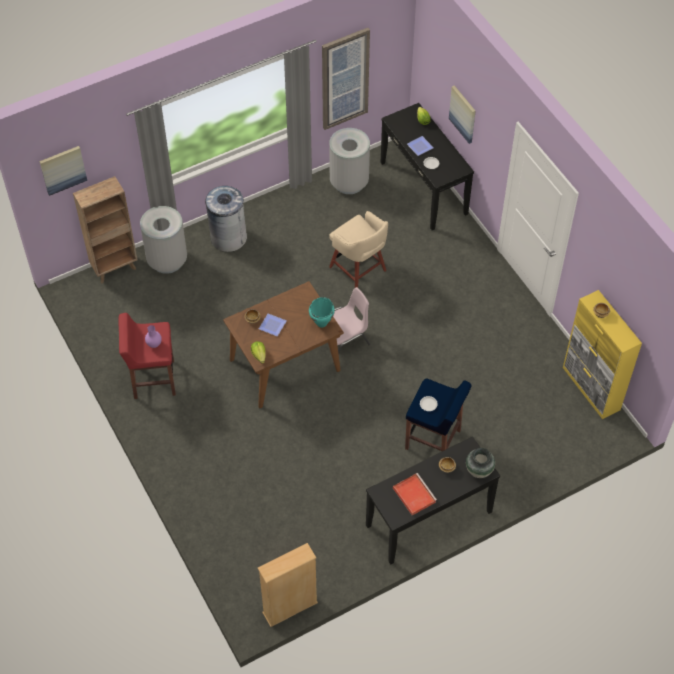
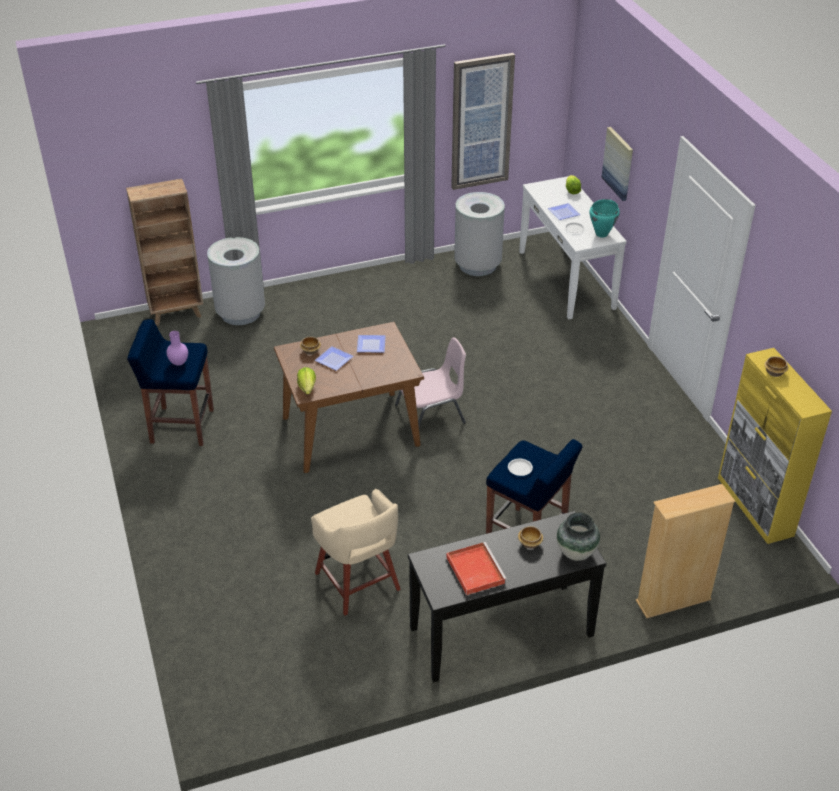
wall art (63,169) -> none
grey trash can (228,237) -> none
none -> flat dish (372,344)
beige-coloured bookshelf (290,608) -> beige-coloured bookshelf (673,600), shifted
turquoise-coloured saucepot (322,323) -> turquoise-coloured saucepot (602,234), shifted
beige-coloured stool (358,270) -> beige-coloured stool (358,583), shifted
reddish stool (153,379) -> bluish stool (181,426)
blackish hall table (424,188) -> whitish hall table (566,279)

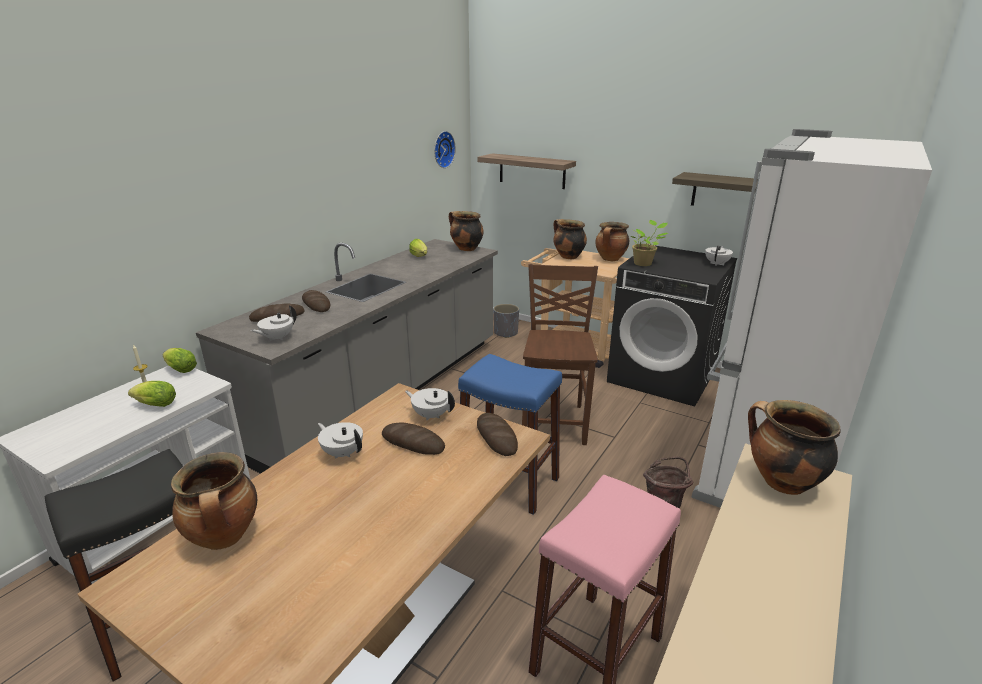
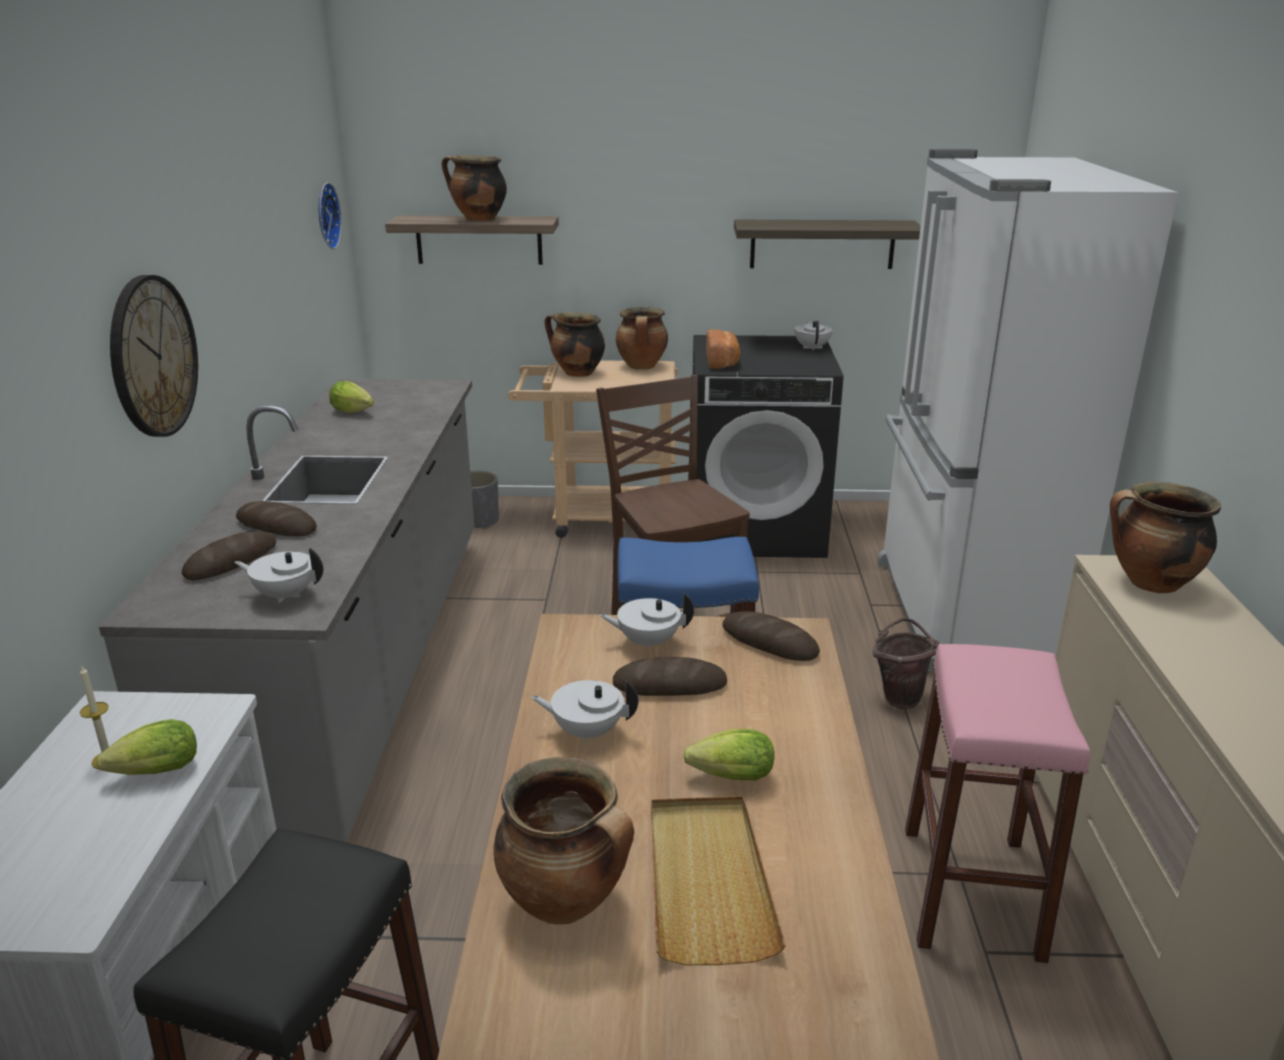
none -> wall clock (152,356)
none -> beige-coloured serving tray (707,880)
lettuce head (179,369) -> lettuce head (727,777), shifted
saucepot (466,249) -> saucepot (478,219), shifted
houseplant (644,263) -> baked bread (723,363)
whitish pot for tea (277,338) -> whitish pot for tea (285,595), 90 degrees clockwise

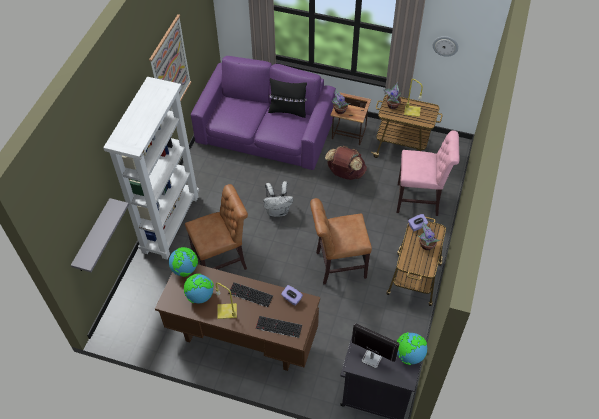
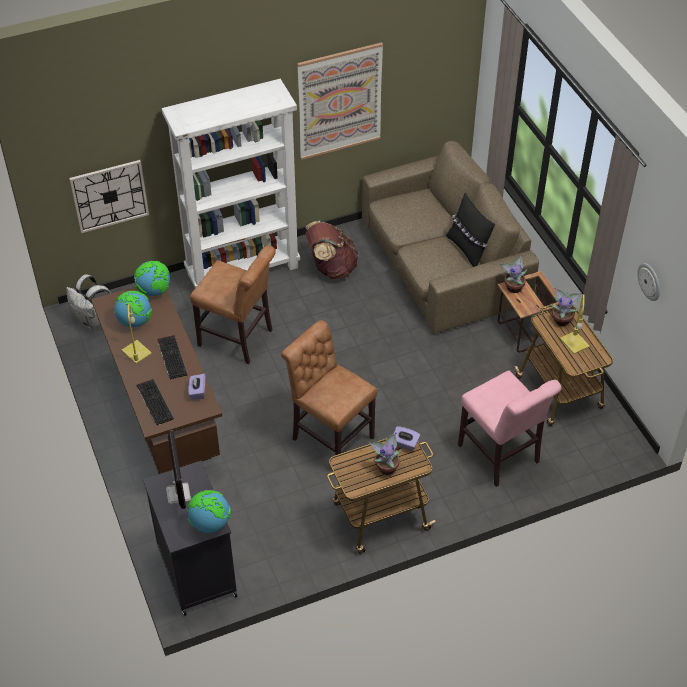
whitish knapsack (278,211) -> whitish knapsack (92,320), shifted
brownish knapsack (345,174) -> brownish knapsack (331,268), shifted
grey bracket shelf (93,237) -> wall clock (109,196)
purplish sofa (265,132) -> brownish sofa (443,262)

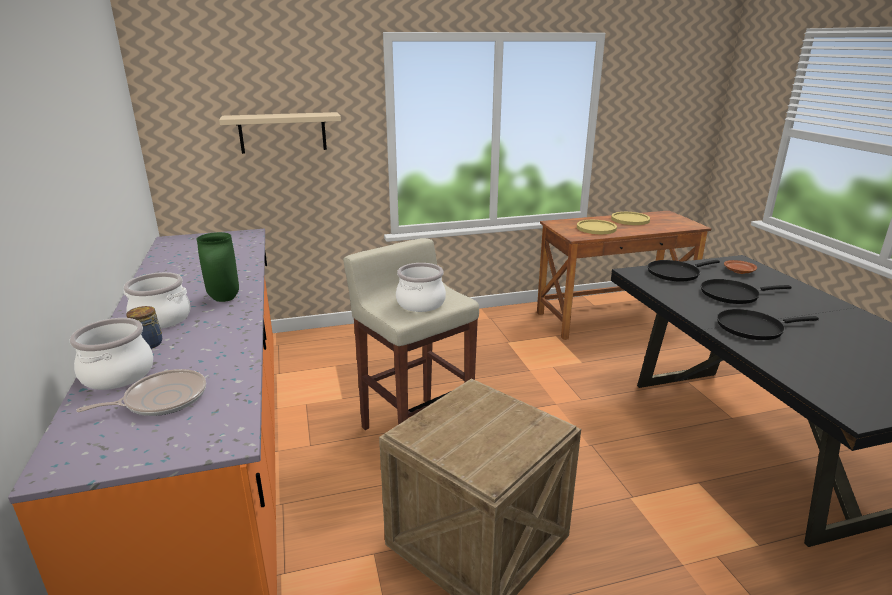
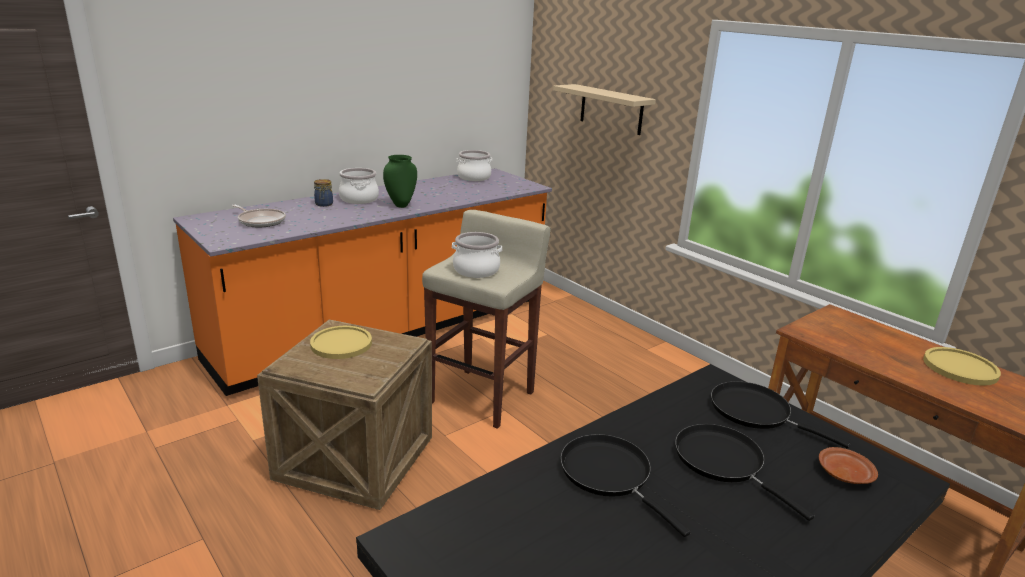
saucepot (118,374) -> saucepot (474,177), shifted
yellow flat dish (596,228) -> yellow flat dish (341,344), shifted

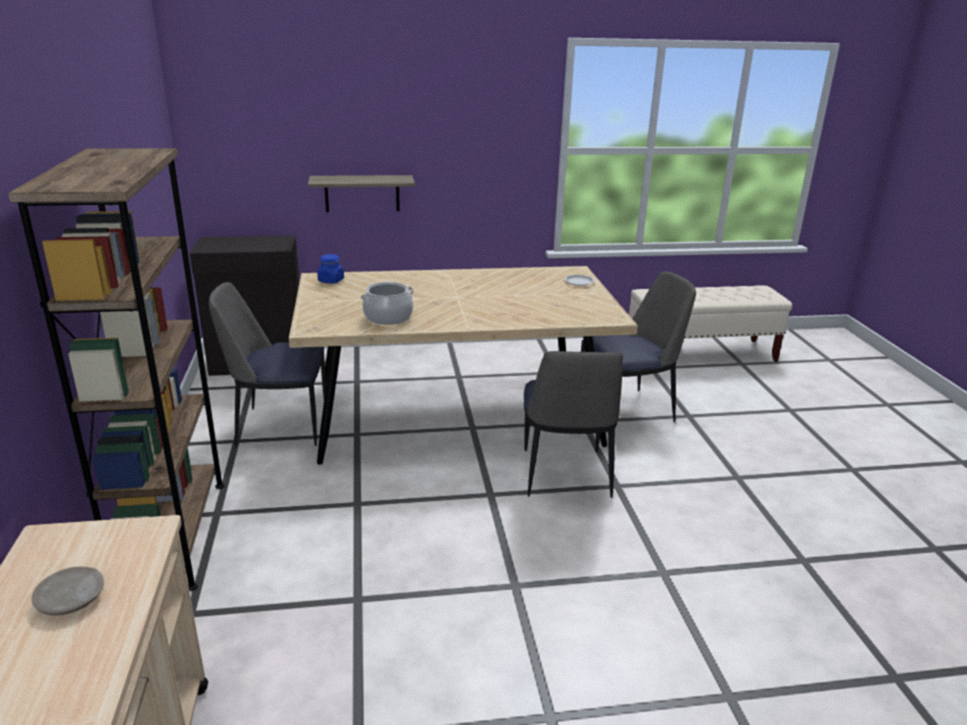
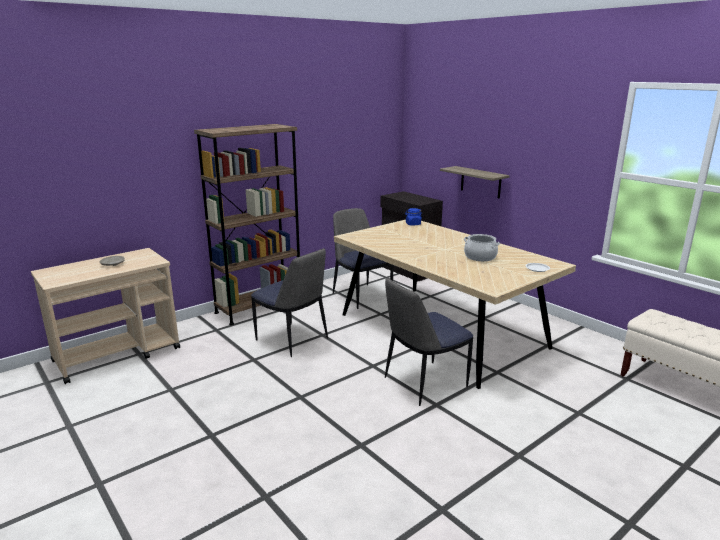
saucepot (388,317) -> saucepot (480,257), shifted
upright chair (628,411) -> upright chair (293,340), shifted

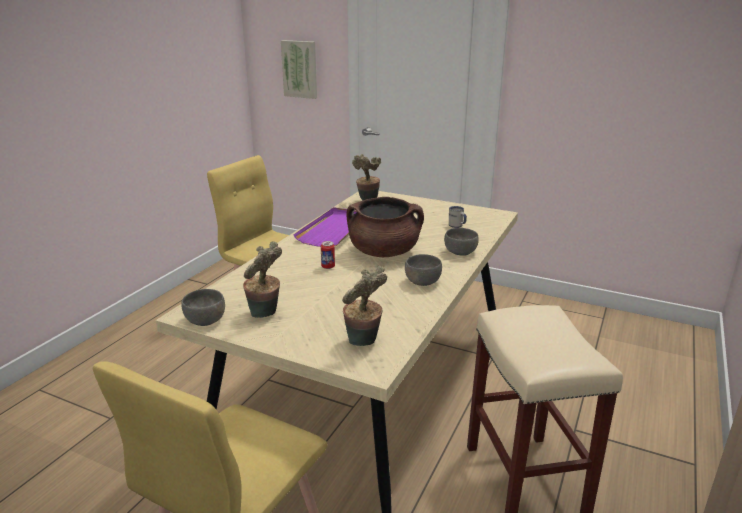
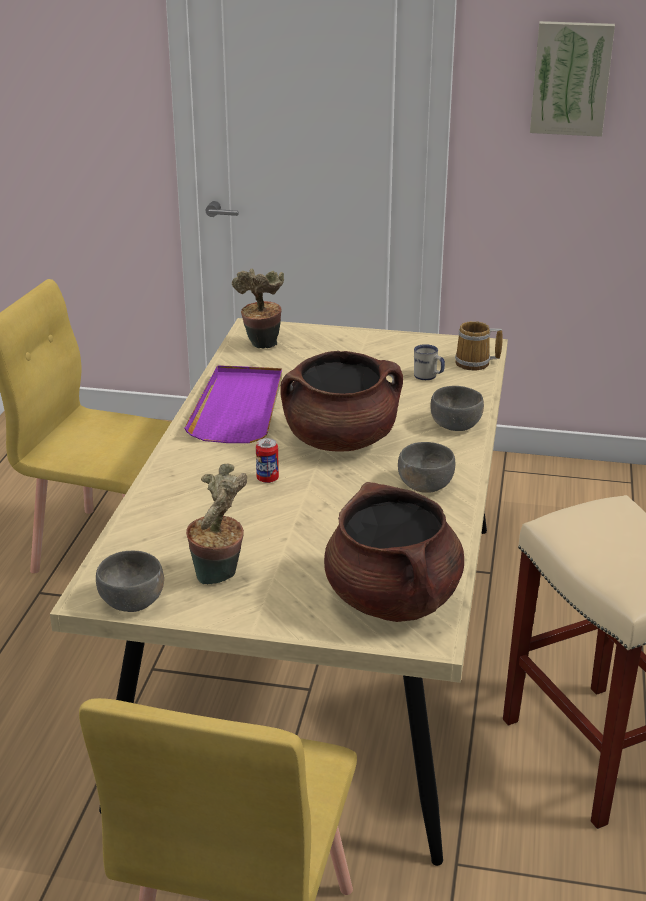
none -> coffee mug (475,363)
wall art (300,69) -> wall art (571,78), shifted
houseplant (364,342) -> brownish saucepot (393,599)

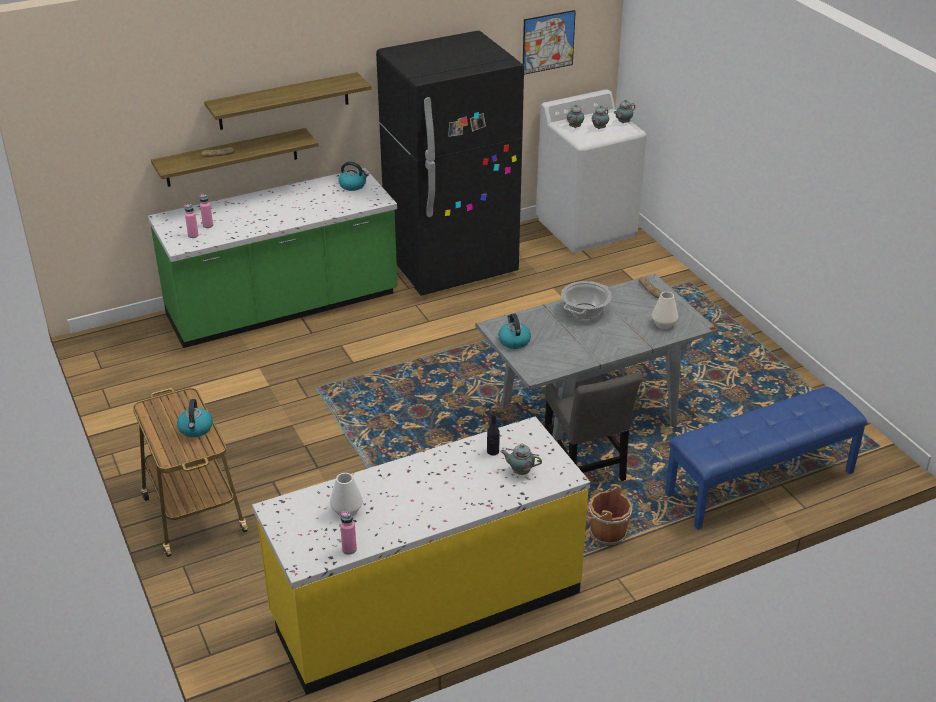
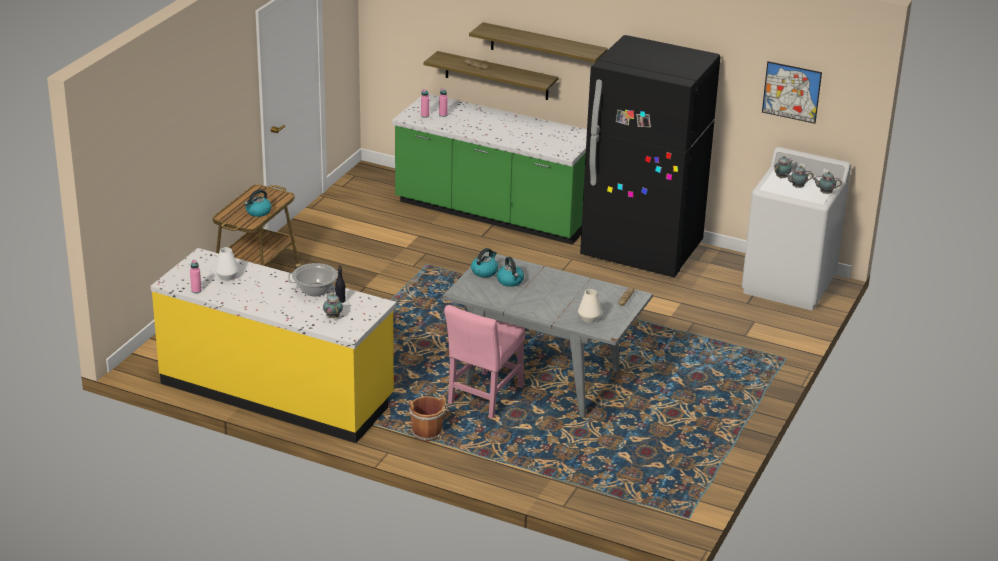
bluish long seat (760,484) -> none
kettle (353,185) -> kettle (510,281), shifted
saucepot (585,311) -> saucepot (315,290), shifted
grey upright chair (584,467) -> pinkish upright chair (484,397)

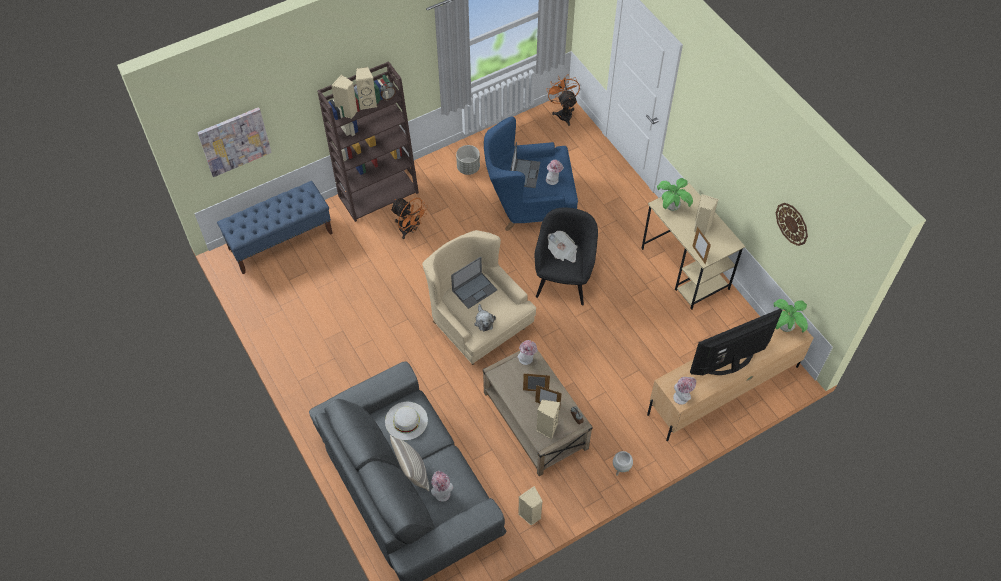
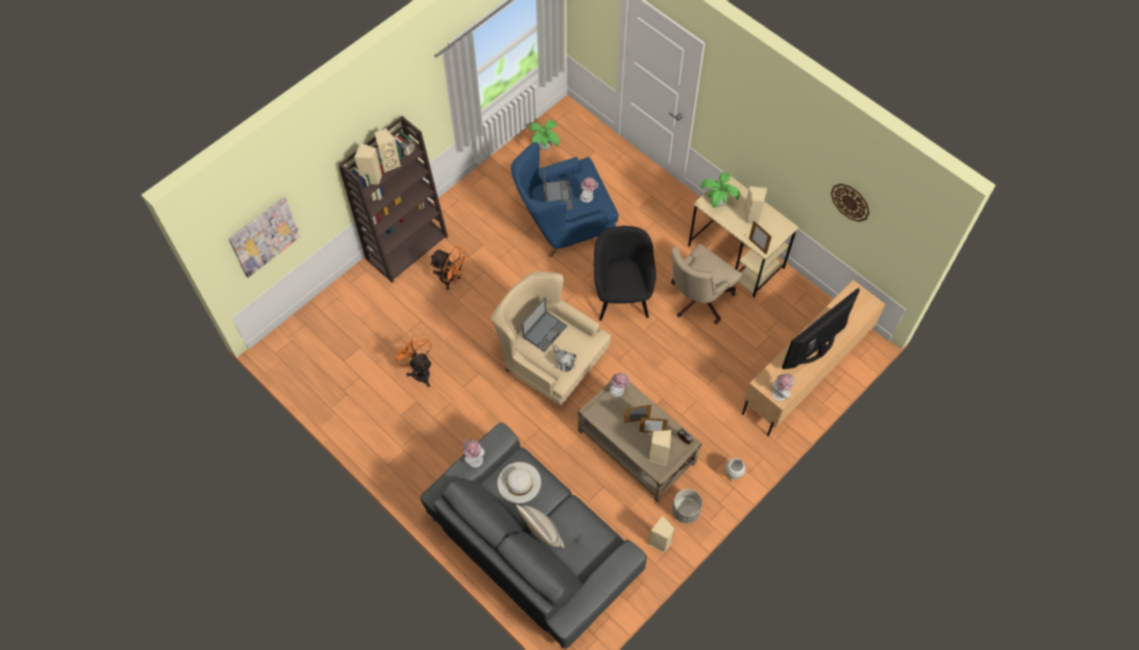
bluish long seat (281,240) -> none
newspaper (562,252) -> none
none -> beige-coloured desk chair (697,300)
clothing hat (441,492) -> clothing hat (474,458), shifted
grey plant pot (468,168) -> grey plant pot (686,511), shifted
orangey electric fan (563,113) -> orangey electric fan (419,371), shifted
houseplant (785,327) -> houseplant (544,147), shifted

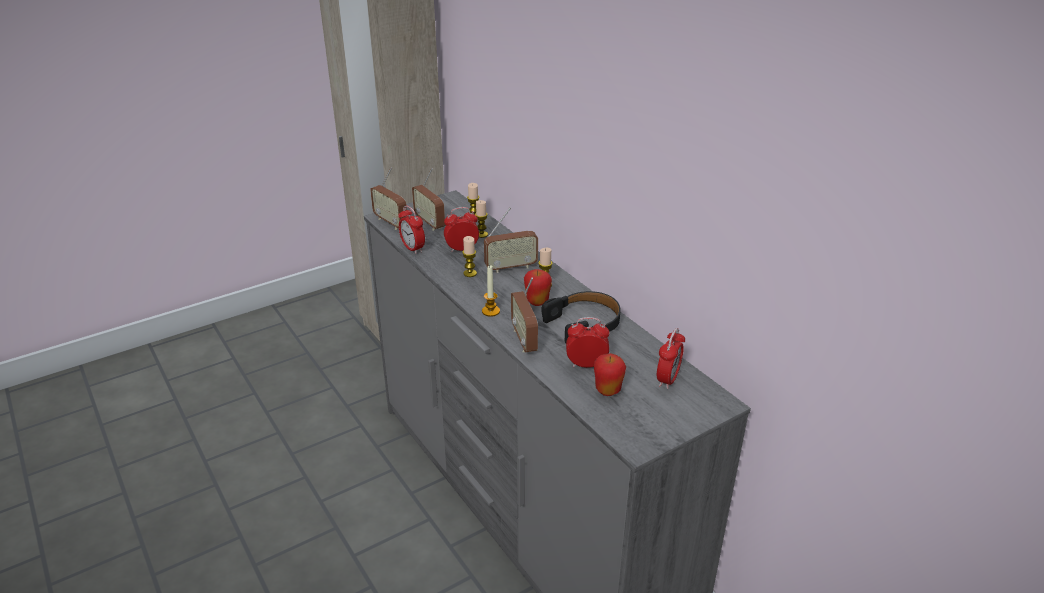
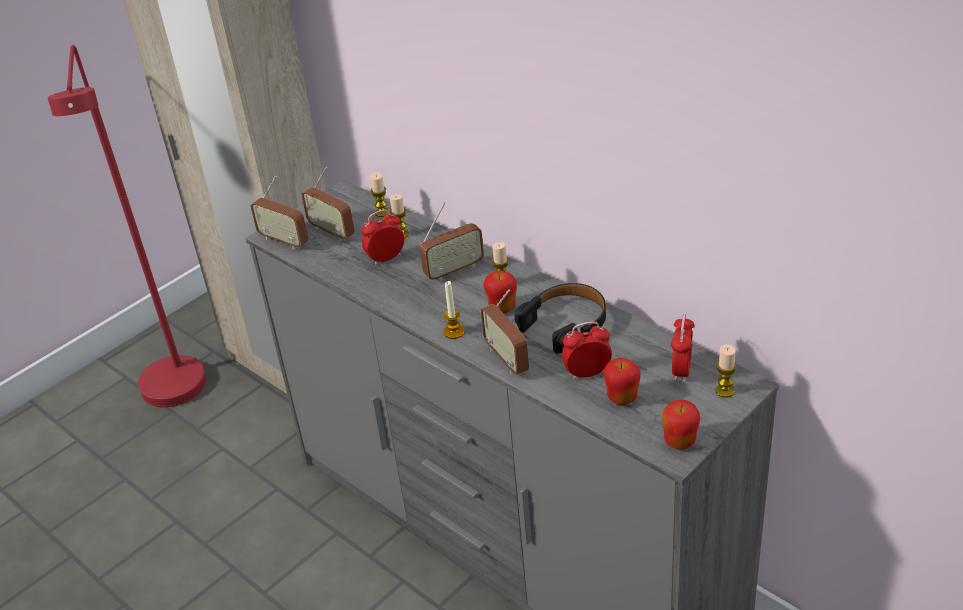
bedside clock (413,248) -> none
none -> reddish floor lamp (177,397)
none -> apple (680,442)
wax light (470,273) -> wax light (724,391), shifted

